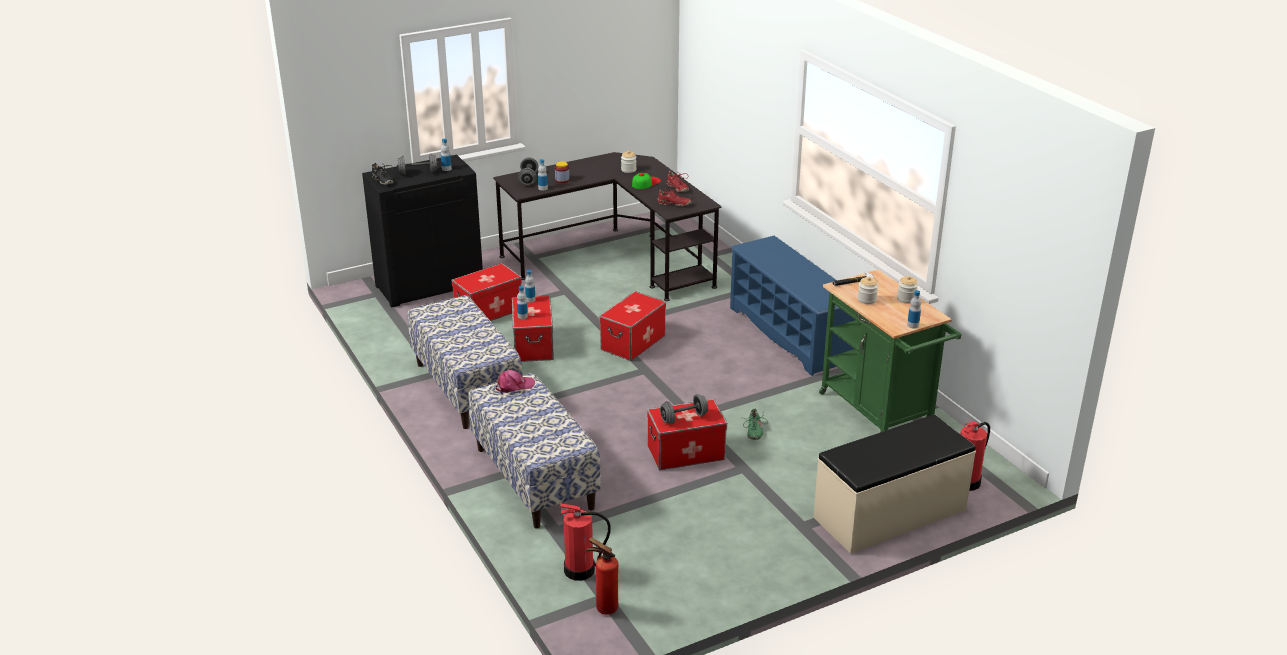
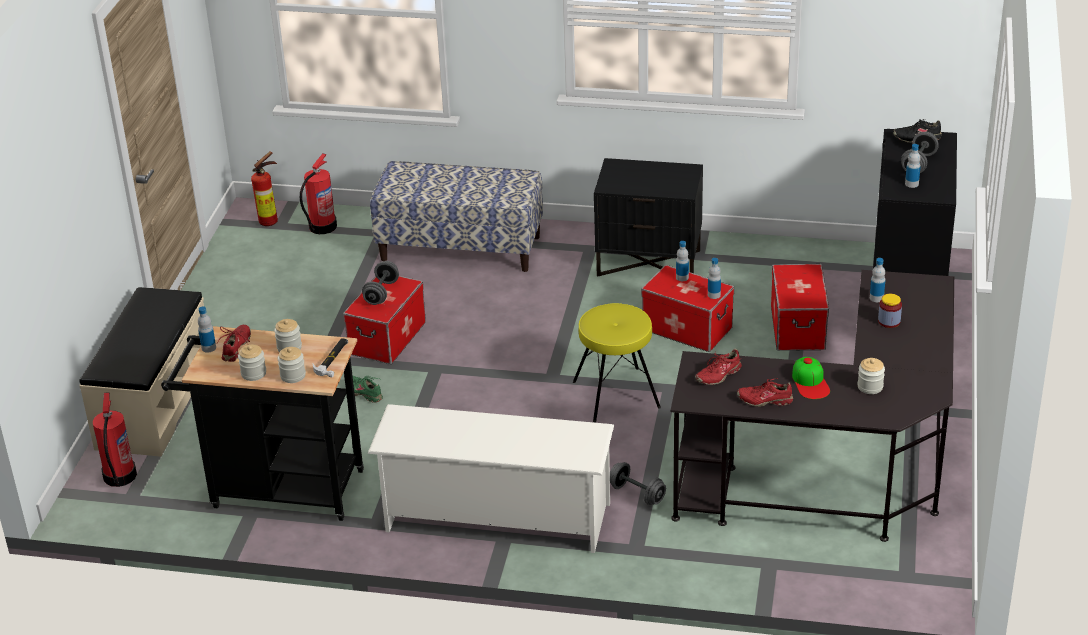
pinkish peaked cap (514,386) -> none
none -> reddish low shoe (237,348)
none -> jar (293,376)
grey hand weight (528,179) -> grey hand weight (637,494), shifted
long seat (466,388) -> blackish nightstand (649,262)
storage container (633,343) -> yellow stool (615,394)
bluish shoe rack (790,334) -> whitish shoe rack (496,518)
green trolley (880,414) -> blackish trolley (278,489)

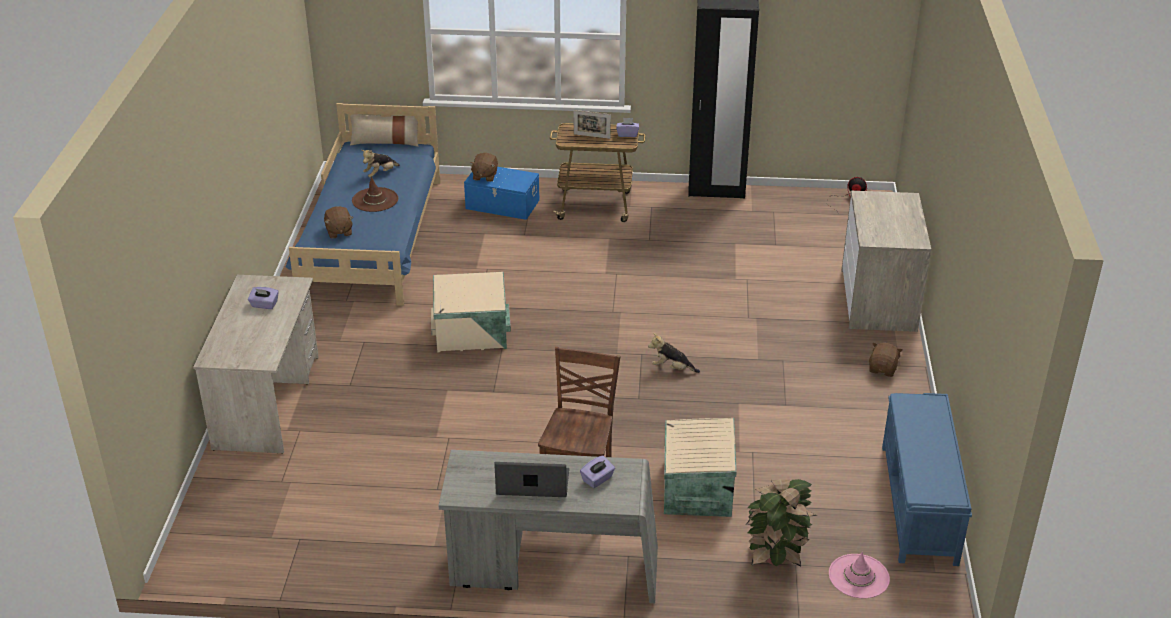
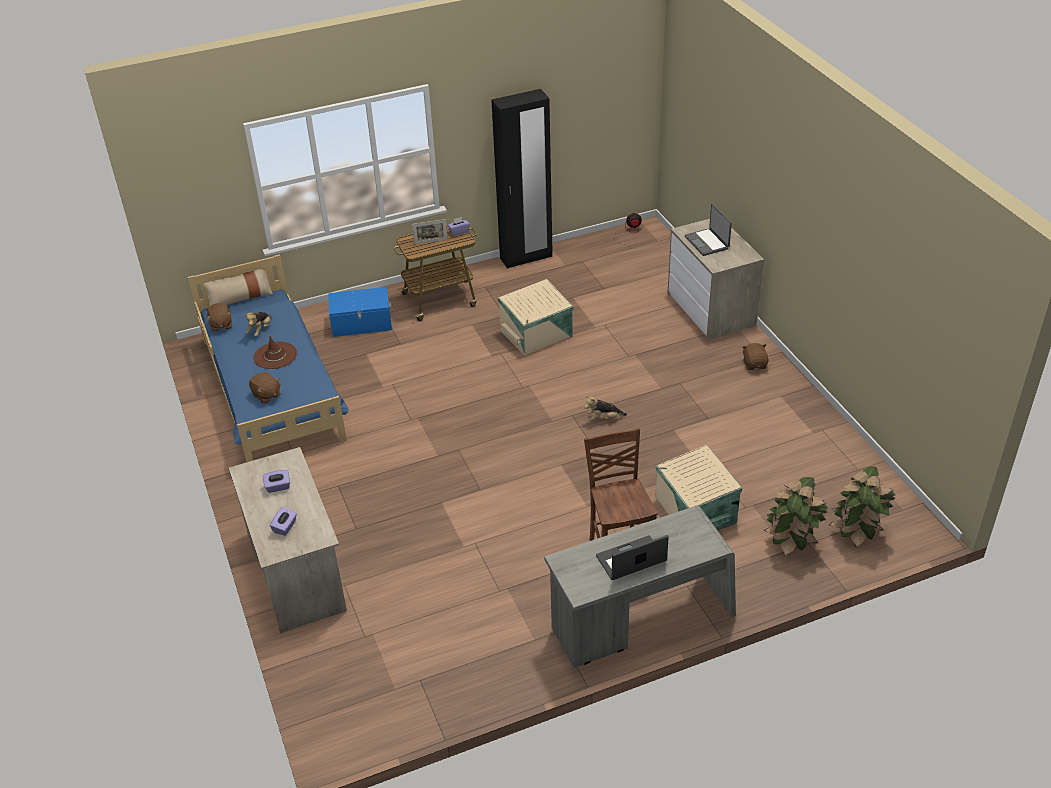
bluish long seat (919,504) -> none
none -> laptop (707,242)
beige-coloured storage container (472,333) -> beige-coloured storage container (537,334), shifted
brownish soft toy (484,176) -> brownish soft toy (221,325), shifted
purplish tissue box (597,479) -> purplish tissue box (285,527), shifted
pinkish clothing hat (859,576) -> houseplant (856,534)

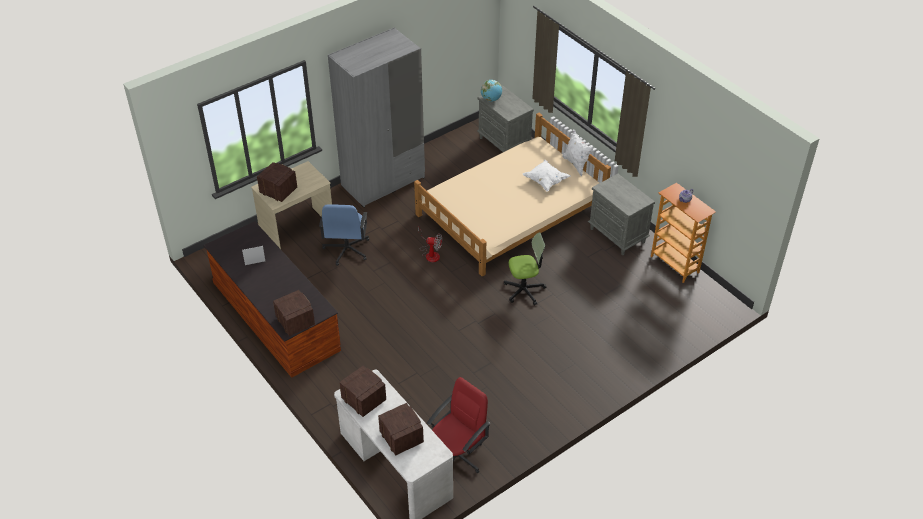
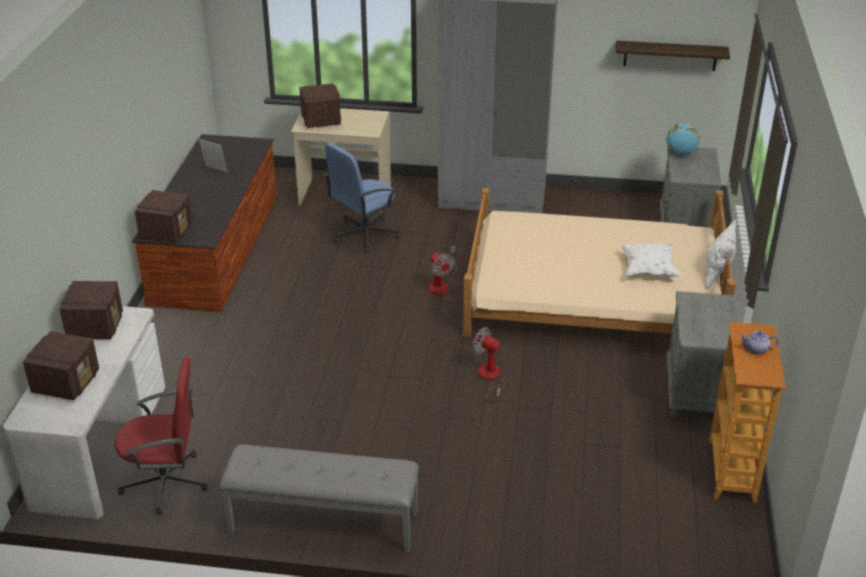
none -> grey long seat (323,523)
none -> bracket shelf (670,55)
desk chair (524,290) -> electric fan (490,378)

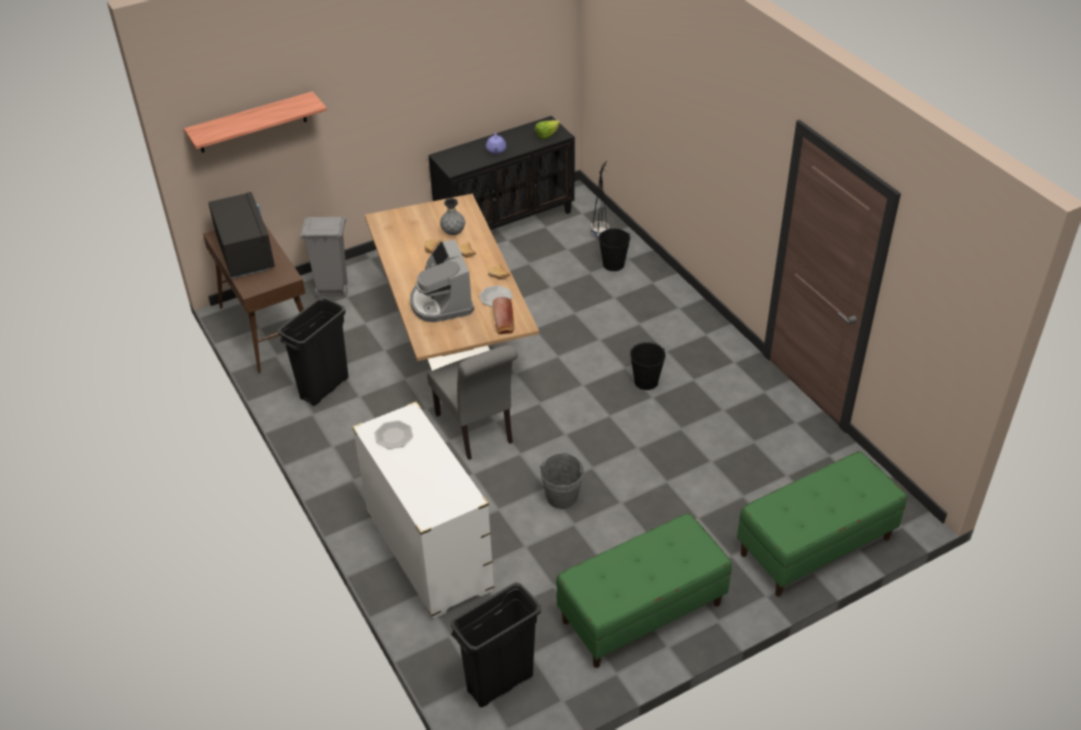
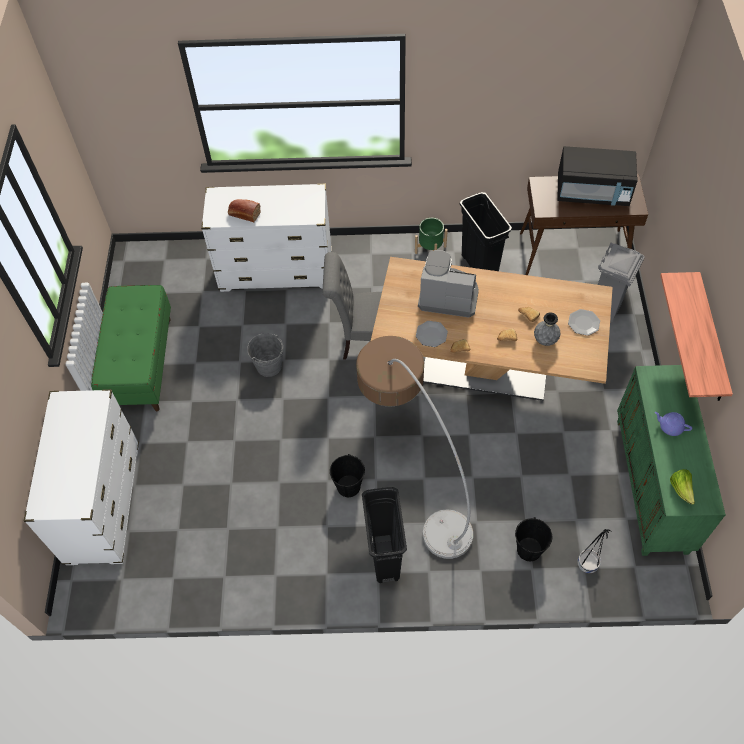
none -> floor lamp (413,479)
none -> green plant pot (430,249)
bracket shelf (252,122) -> bracket shelf (710,340), shifted
flat dish (394,435) -> flat dish (583,323), shifted
blackish trash can (500,683) -> blackish trash can (385,556), shifted
baked bread (504,323) -> baked bread (243,214), shifted
green long seat (815,547) -> whitish drawer chest (103,503)
blackish cupboard (505,221) -> green cupboard (652,486)

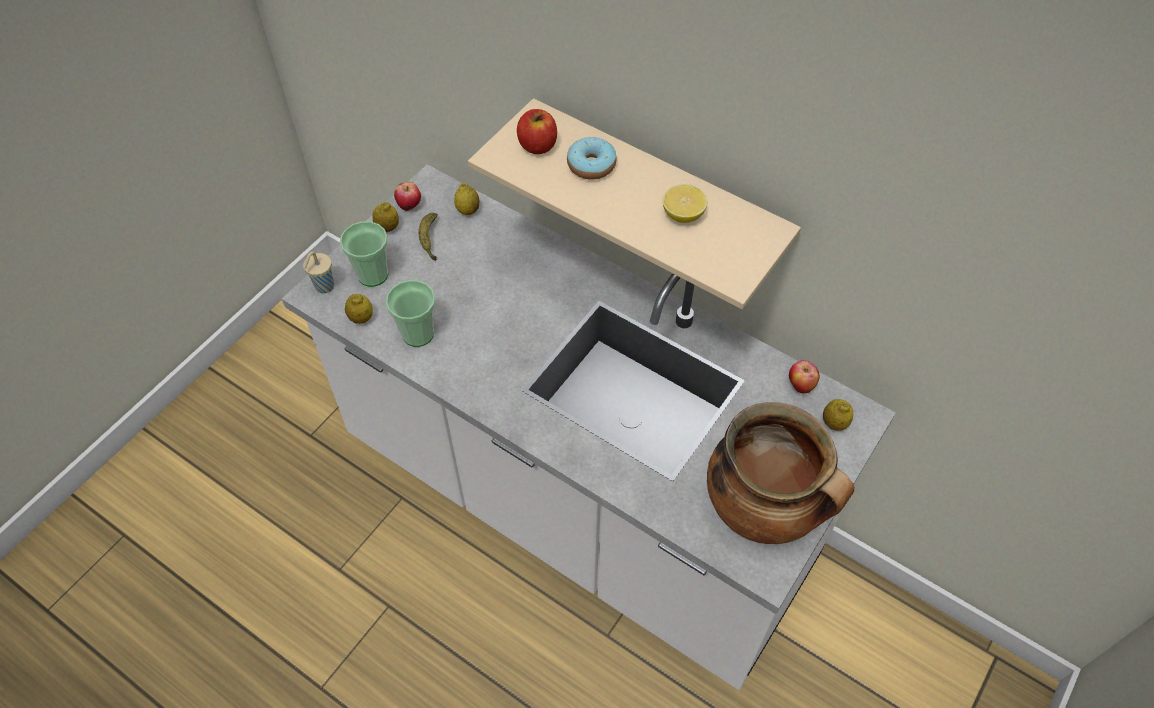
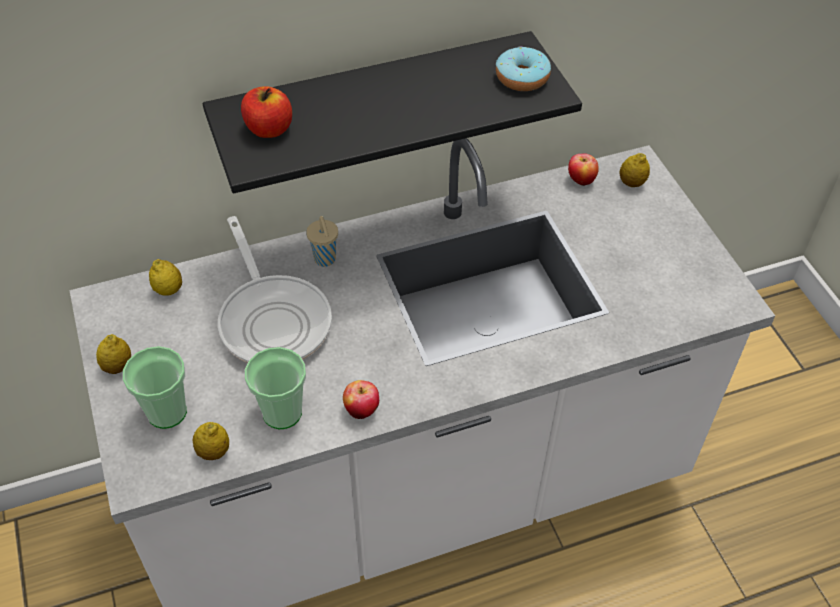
banana fruit (429,239) -> none
lemon (683,215) -> none
saucepot (763,511) -> none
none -> frying pan (273,319)
beige-coloured cup (323,287) -> beige-coloured cup (325,260), shifted
apple (409,206) -> apple (362,410), shifted
doughnut (591,165) -> doughnut (522,78), shifted
beige-coloured bracket shelf (657,194) -> blackish bracket shelf (374,108)

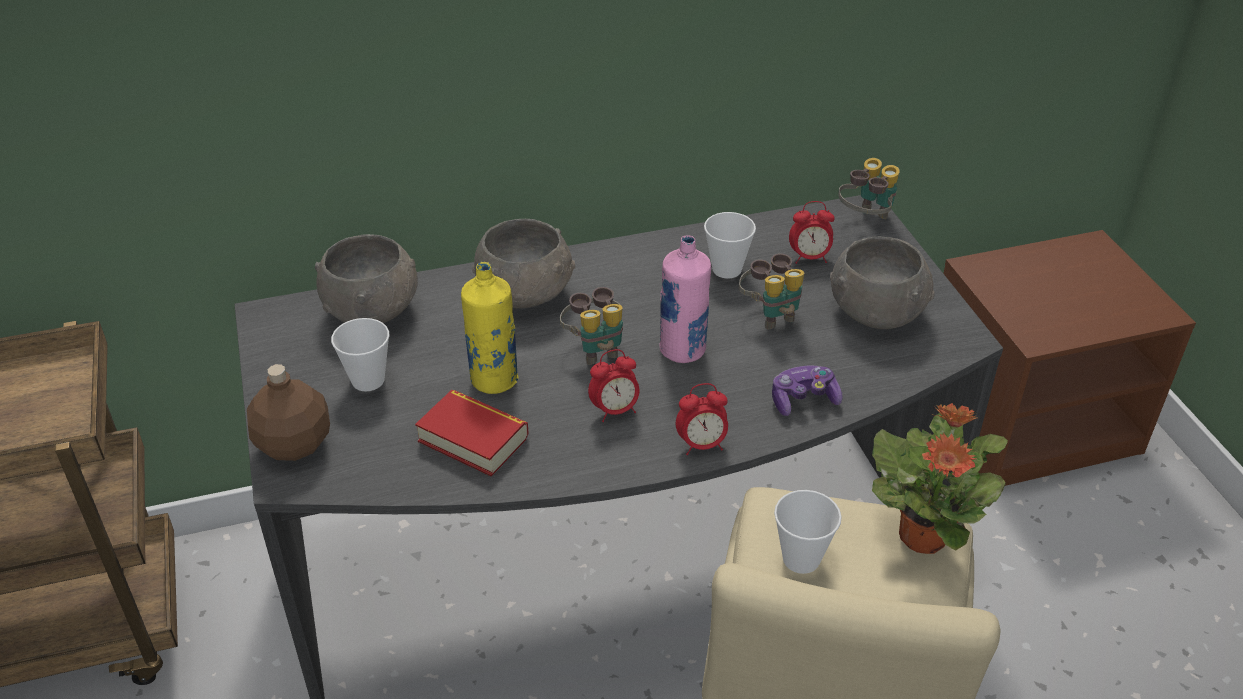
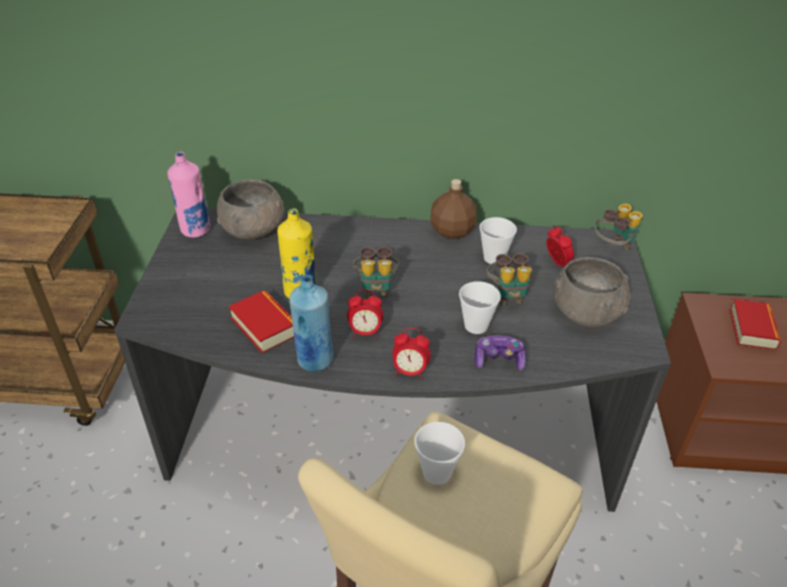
grey bowl (526,293) -> none
houseplant (923,535) -> none
none -> bluish drink bottle (314,360)
none -> volume (752,329)
brownish drink bottle (294,443) -> brownish drink bottle (452,231), shifted
cup (368,380) -> cup (476,326), shifted
pinkish drink bottle (682,350) -> pinkish drink bottle (195,230), shifted
bedside clock (809,258) -> bedside clock (557,264), 135 degrees counterclockwise

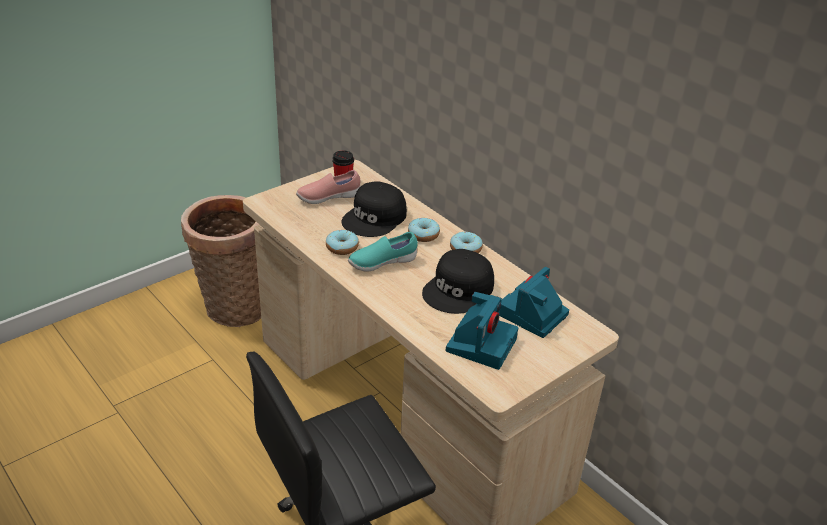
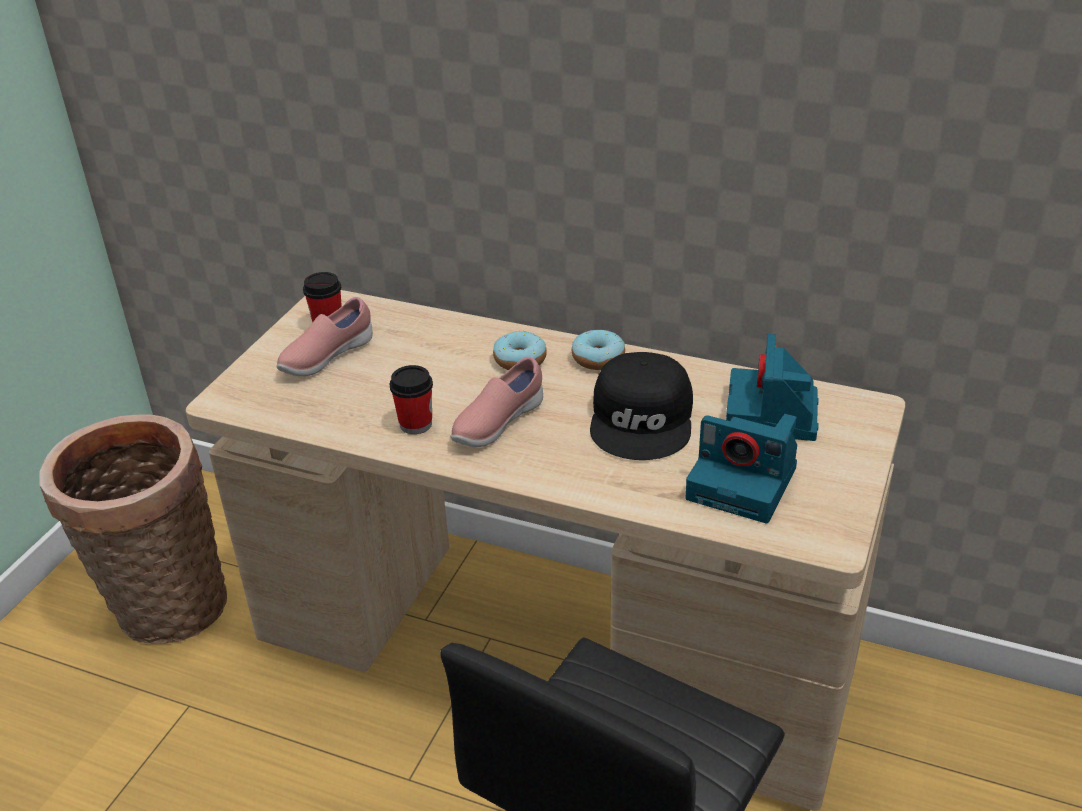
blackish peaked cap (375,218) -> none
doughnut (342,247) -> cup (416,424)
turquoise-coloured low shoe (382,263) -> pinkish low shoe (497,424)
still camera (481,343) -> still camera (744,483), 120 degrees clockwise

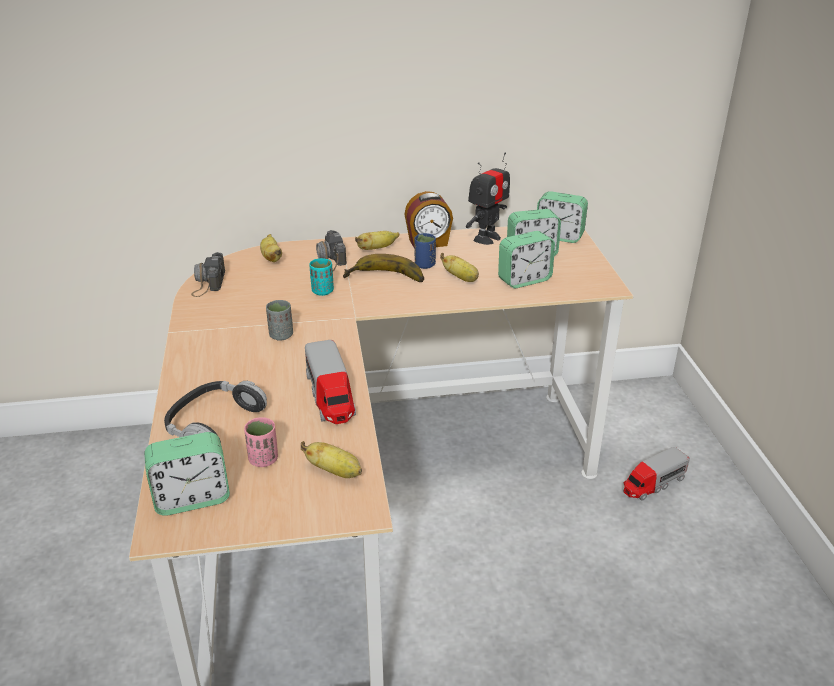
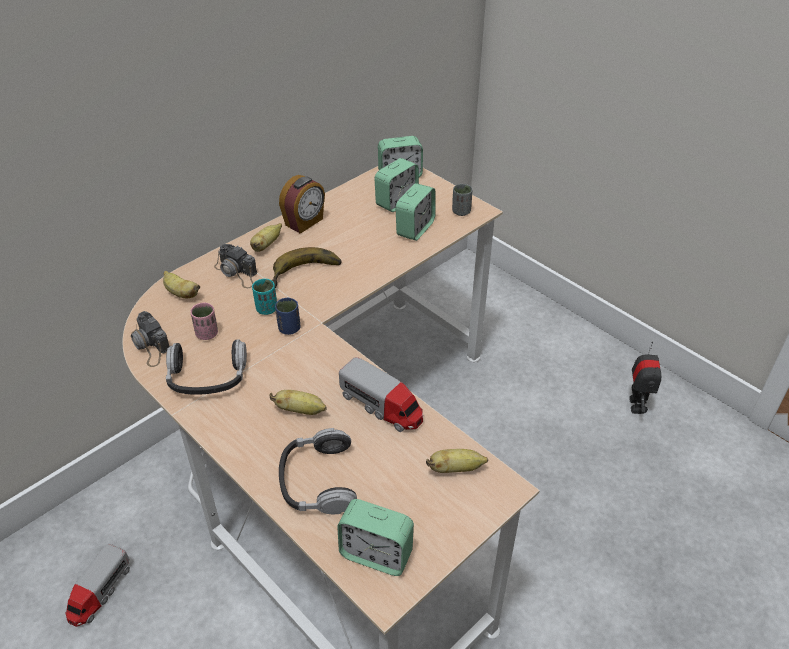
none -> headset (207,376)
pinkish cup (263,459) -> pinkish cup (207,334), shifted
grey cup (281,335) -> grey cup (461,211), shifted
bluish cup (424,265) -> bluish cup (289,328), shifted
banana fruit (461,278) -> banana fruit (301,410), shifted
toy robot (486,238) -> toy robot (637,405), shifted
model truck (653,483) -> model truck (99,592), shifted
bedside clock (192,498) -> bedside clock (376,554), 75 degrees clockwise

